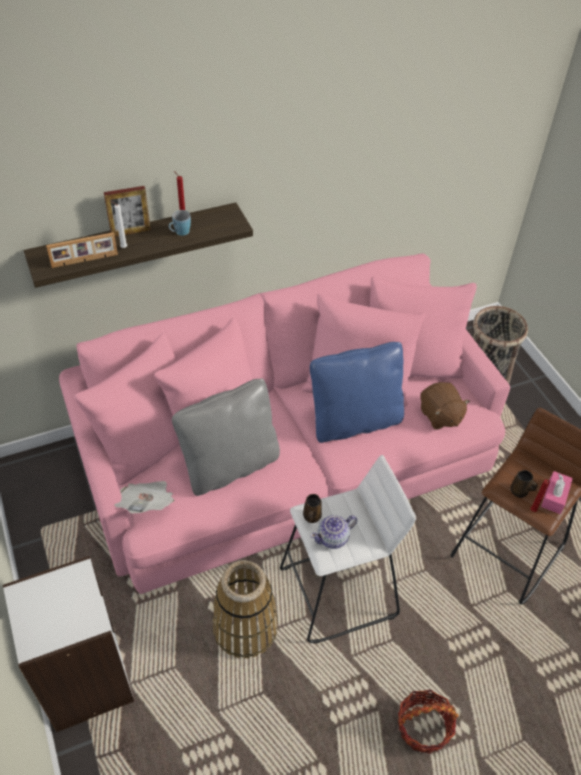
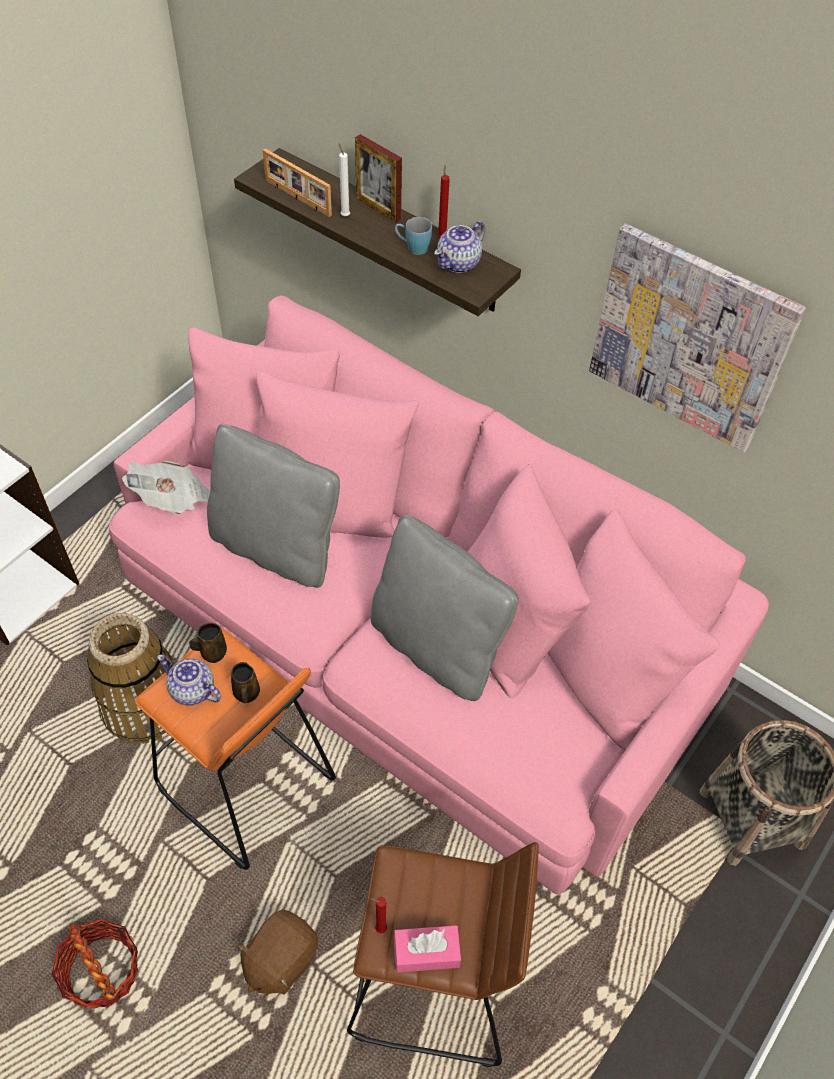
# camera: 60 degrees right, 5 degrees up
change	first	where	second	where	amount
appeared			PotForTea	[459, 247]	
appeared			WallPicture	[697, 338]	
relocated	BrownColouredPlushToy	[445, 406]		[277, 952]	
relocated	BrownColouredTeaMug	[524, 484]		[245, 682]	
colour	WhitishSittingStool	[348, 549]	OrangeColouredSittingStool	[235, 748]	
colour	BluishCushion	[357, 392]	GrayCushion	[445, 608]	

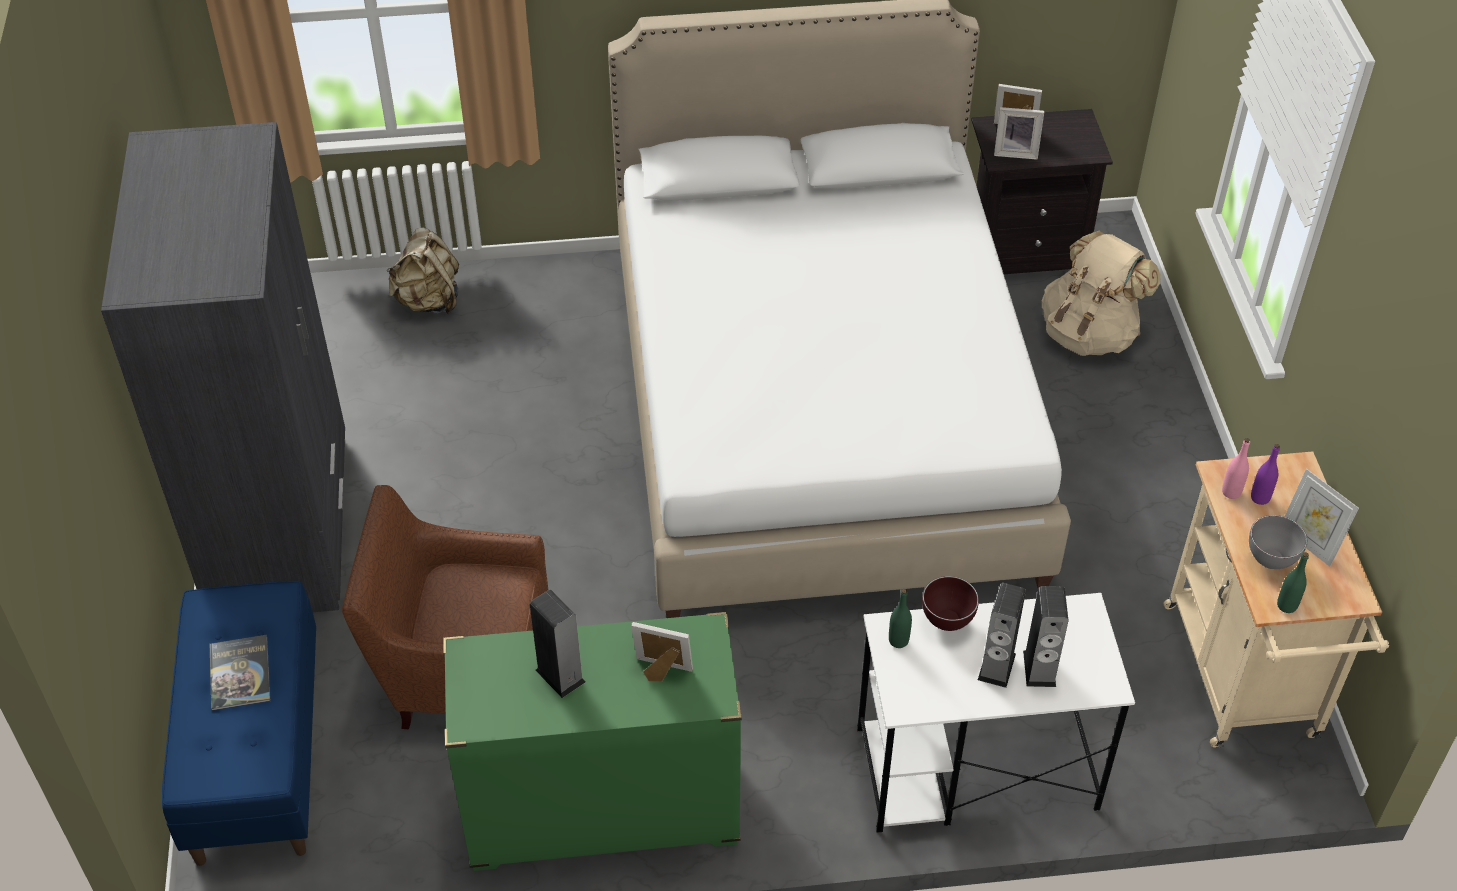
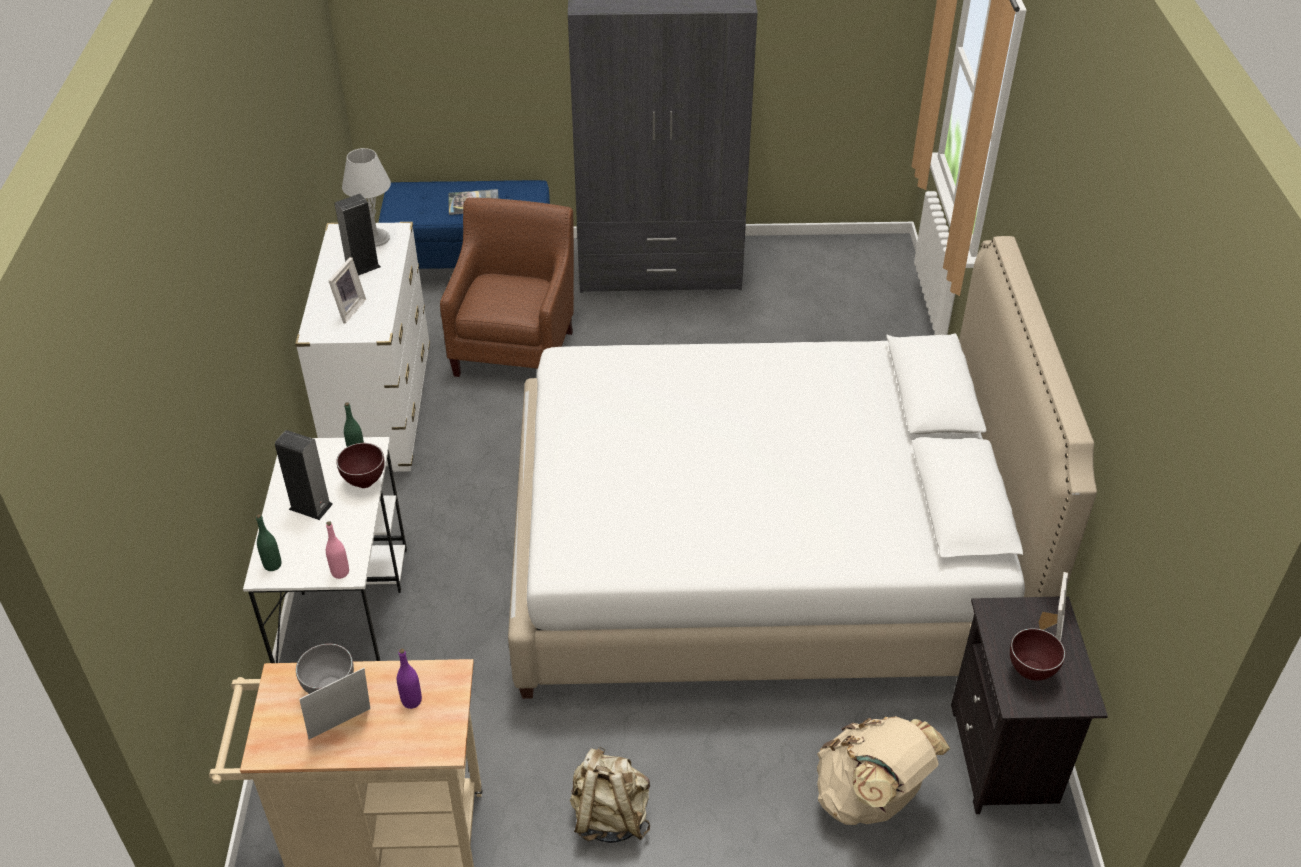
# camera: 95 degrees right, 5 degrees down
change	first	where	second	where	amount
missing	PictureFrame	[1019, 133]			
missing	Speaker	[1046, 636]			
appeared			GrayLampForATable	[366, 197]	
appeared			BrownColouredDeepDish	[1037, 654]	
relocated	SandColouredKnapsack	[423, 270]		[610, 794]	
relocated	PinkColouredDrinkBottle	[1236, 468]		[337, 550]	
relocated	GreenDrinkBottle	[1293, 582]		[268, 542]	
colour	GreenDrawerChest	[592, 741]	WhitishDrawerChest	[362, 347]	

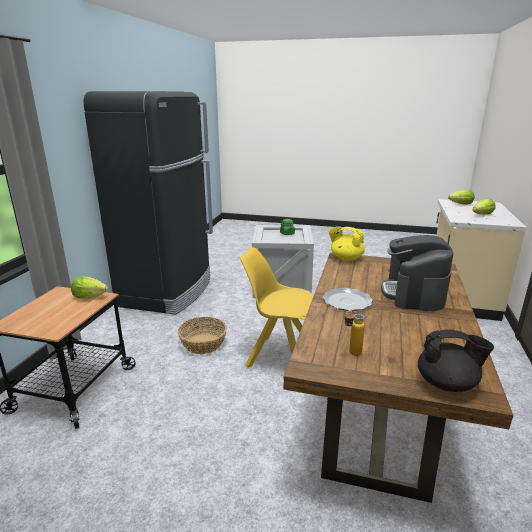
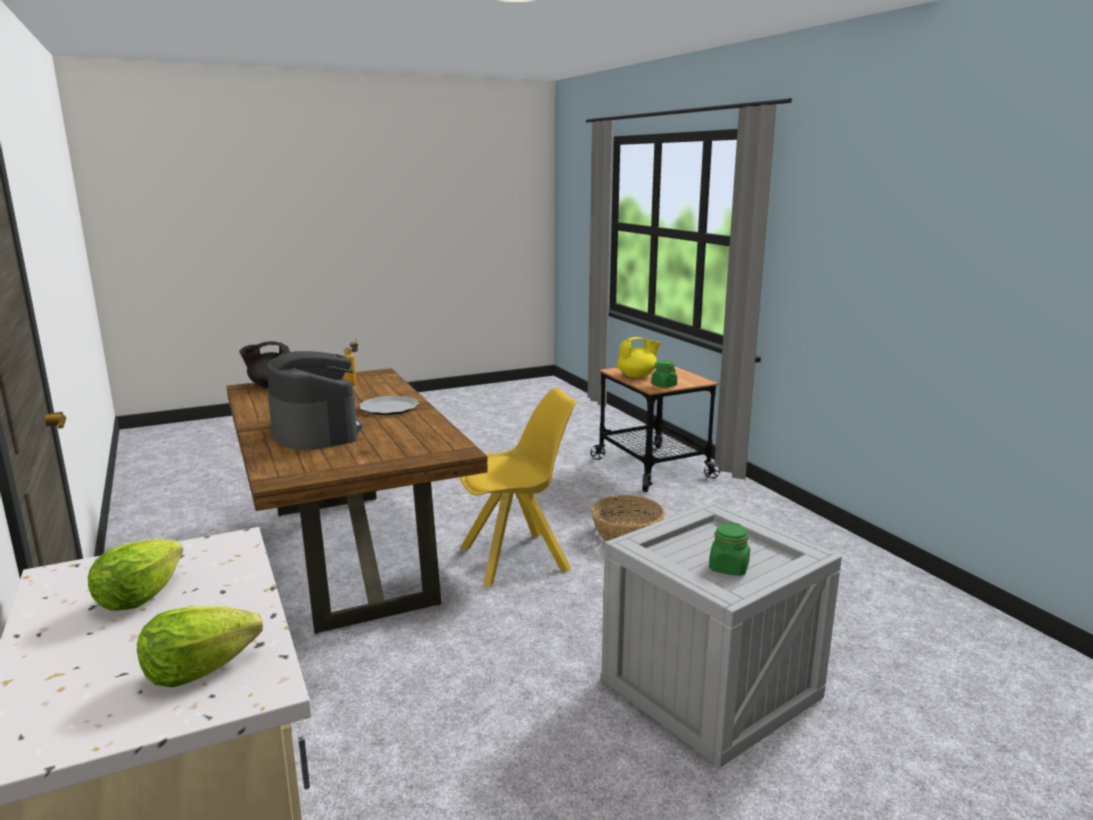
# camera: 140 degrees right, 5 degrees down
change	first	where	second	where	amount
missing	BlackishKitchenFridge	[148, 203]			
relocated	YellowColouredPotForTea	[346, 243]		[639, 357]	
exchanged	HeadOfLettuce	[89, 287]	GreenPreserveJar	[664, 374]	

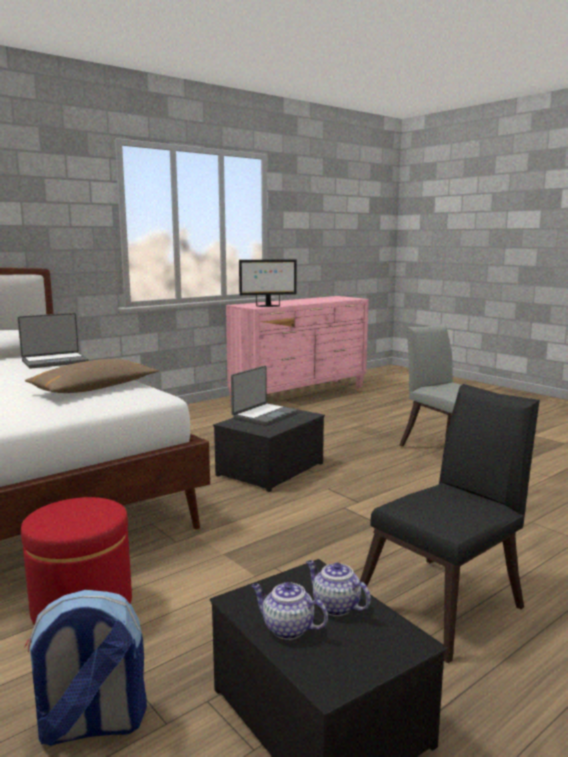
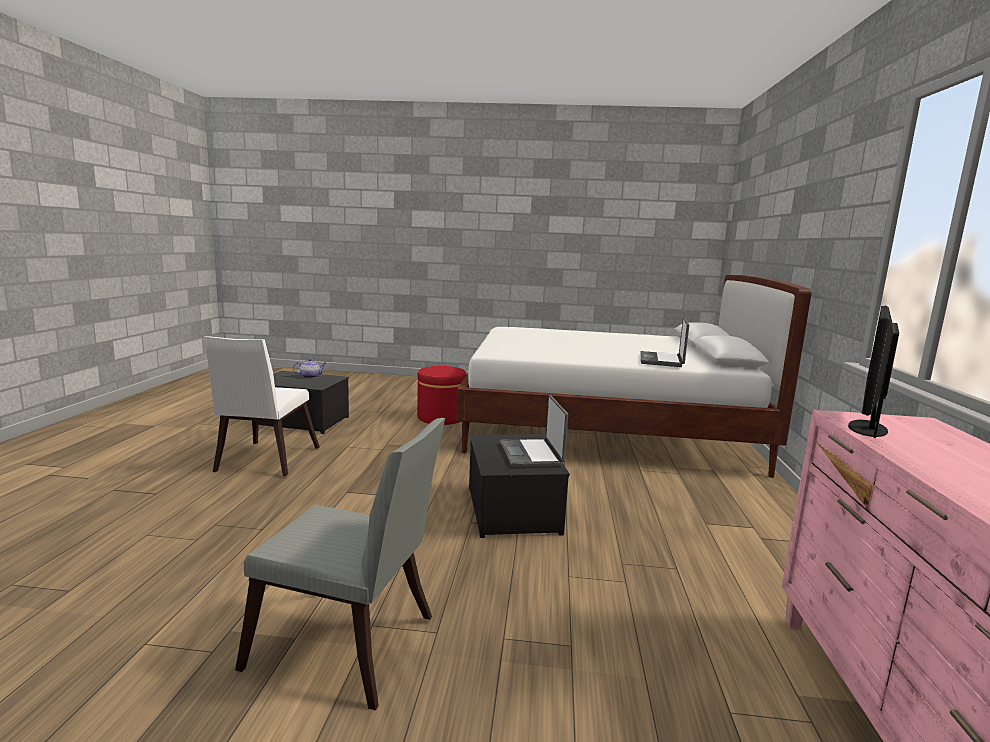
# camera: 135 degrees right, 0 degrees up
change	first	where	second	where	amount
missing	Knapsack	[85, 668]			
missing	BrownColouredCushion	[92, 376]			
missing	PotForTea	[338, 588]			
colour	BlackishChair	[450, 523]	WhitishChair	[262, 406]	

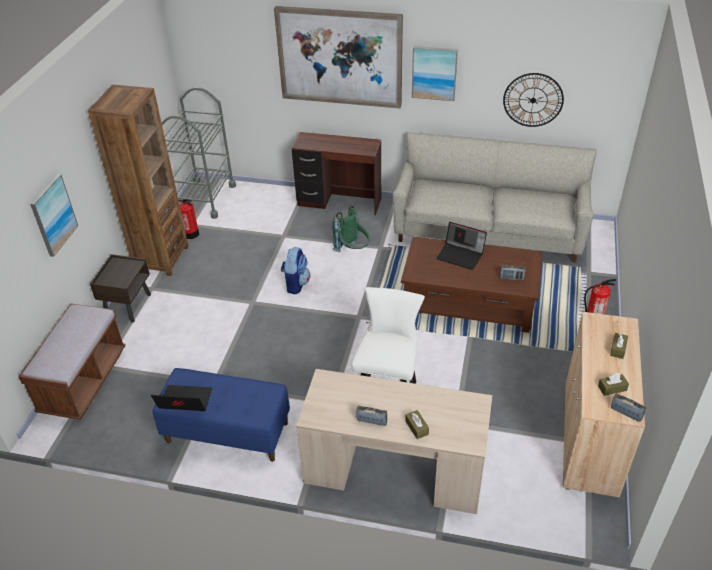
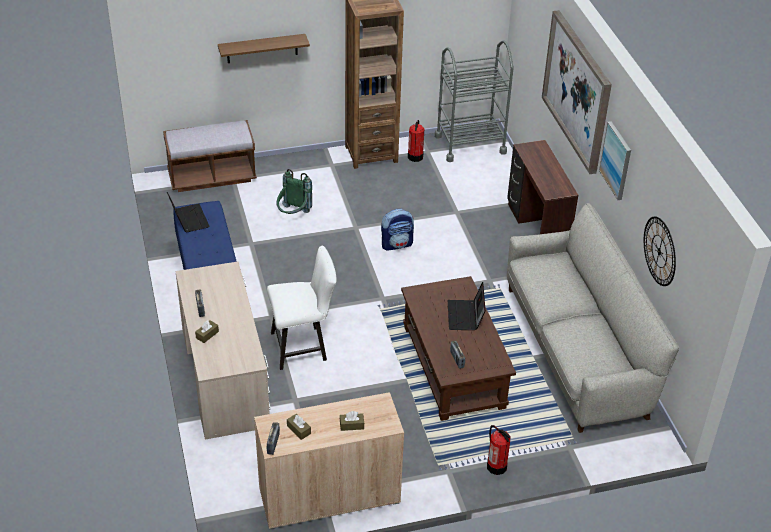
# camera: 60 degrees right, 0 degrees up
change	first	where	second	where	amount
missing	BrownColouredNightstand	[120, 288]			
relocated	GreenKnapsack	[351, 229]		[294, 191]	
exchanged	WallPicture	[54, 215]	Shelf	[264, 48]	

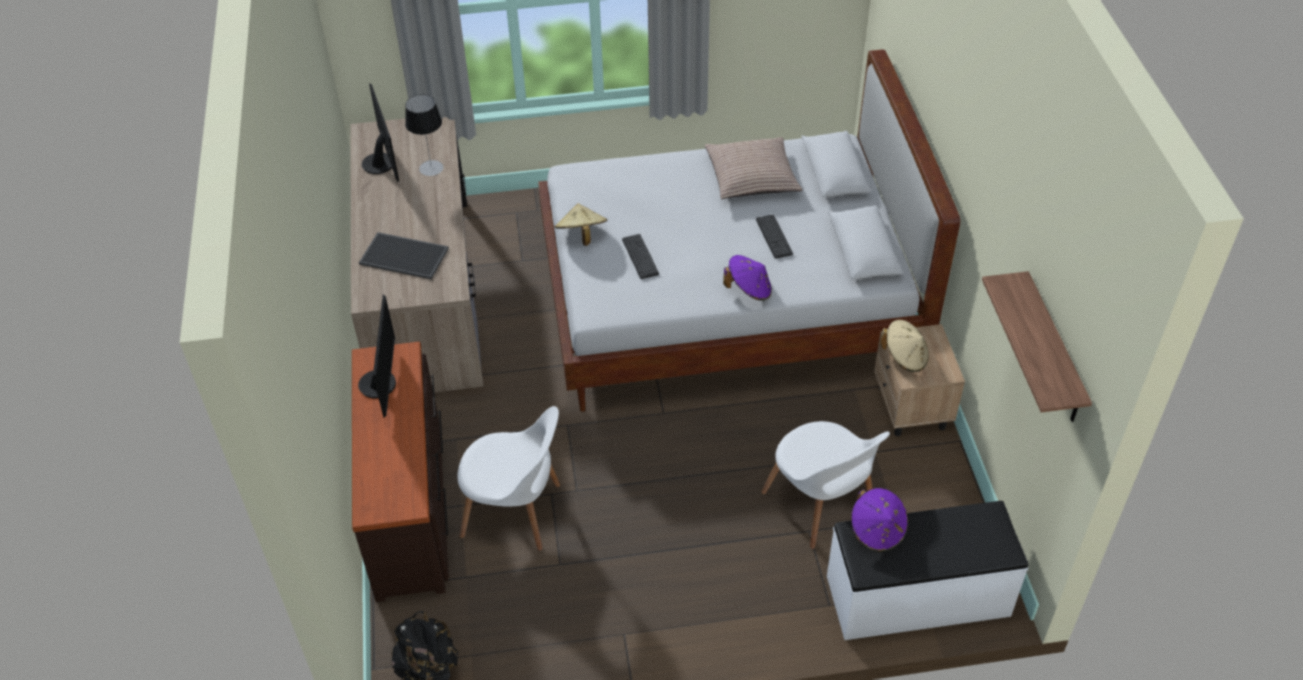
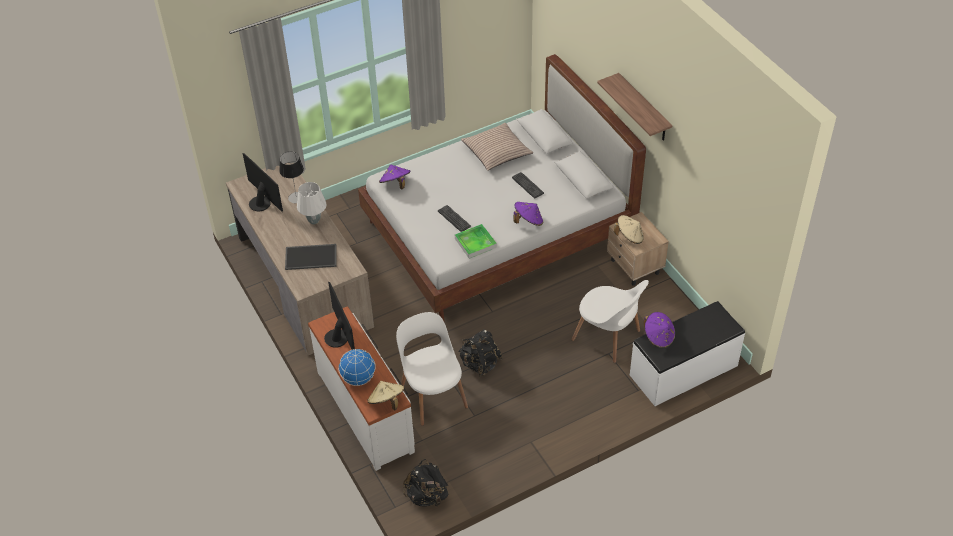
# camera: 20 degrees left, 0 degrees up
change	first	where	second	where	amount
appeared			WhitishLampForATable	[312, 203]	
appeared			WorldGlobe	[357, 367]	
appeared			PurpleWearableHat	[394, 176]	
appeared			ServingTray	[476, 241]	
appeared			BlackishKnapsack	[480, 353]	
relocated	SandColouredWearableHat	[581, 224]		[385, 396]	
relocated	Shelf	[1037, 346]		[634, 107]	
colour	BrownColouredDrawerChest	[400, 472]	WhitishDrawerChest	[361, 388]	
spun	WhitishChair	[508, 478]		[432, 369]	105 degrees counterclockwise

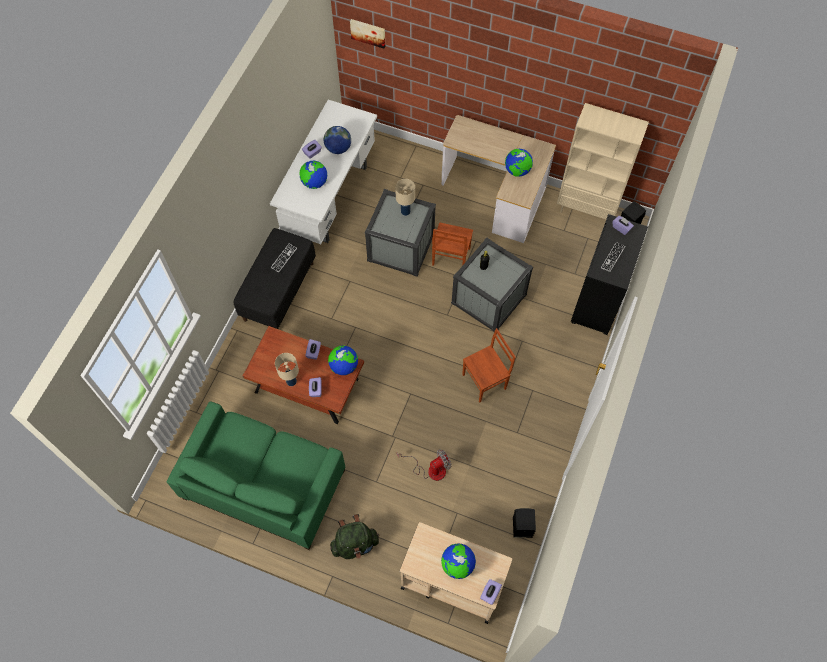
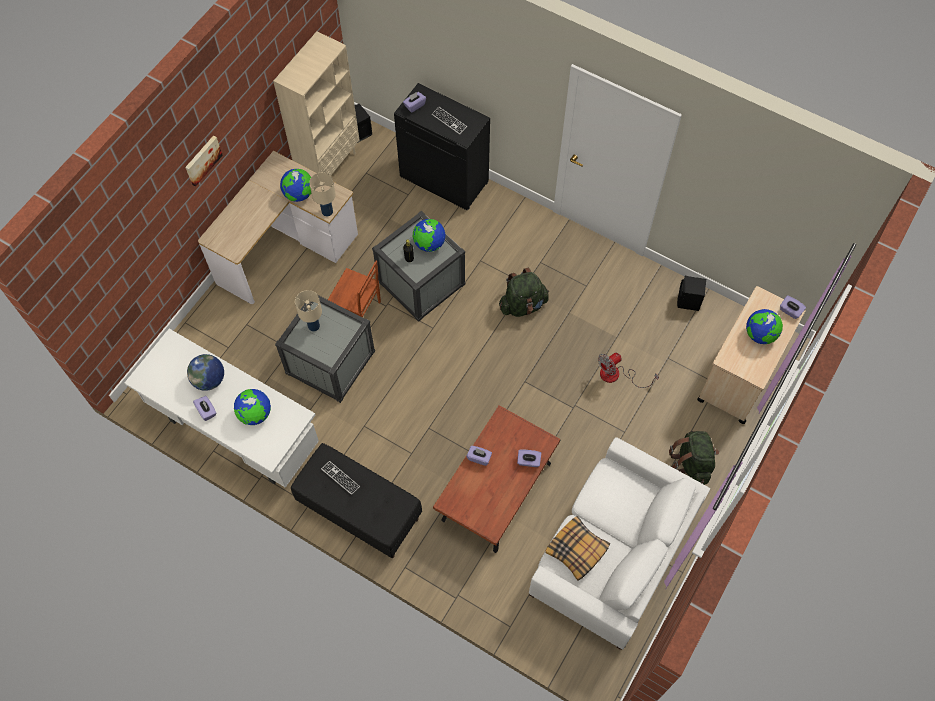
# camera: 80 degrees left, 0 degrees up
change	first	where	second	where	amount
appeared			Cushion	[577, 548]	
relocated	SandColouredLampForATable	[287, 369]		[322, 194]	
relocated	WorldGlobe	[343, 360]		[429, 235]	
relocated	WallPicture	[367, 33]		[204, 161]	
exchanged	BrownColouredChair	[489, 365]	GreenKnapsack	[524, 292]	
colour	GreenSettee	[256, 476]	WhitishSettee	[619, 543]	
spun	ElectricFan	[424, 465]		[628, 370]	105 degrees counterclockwise

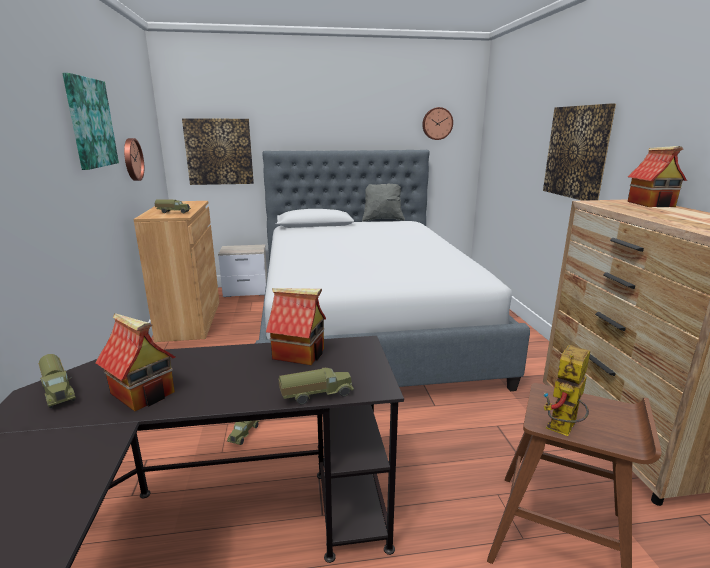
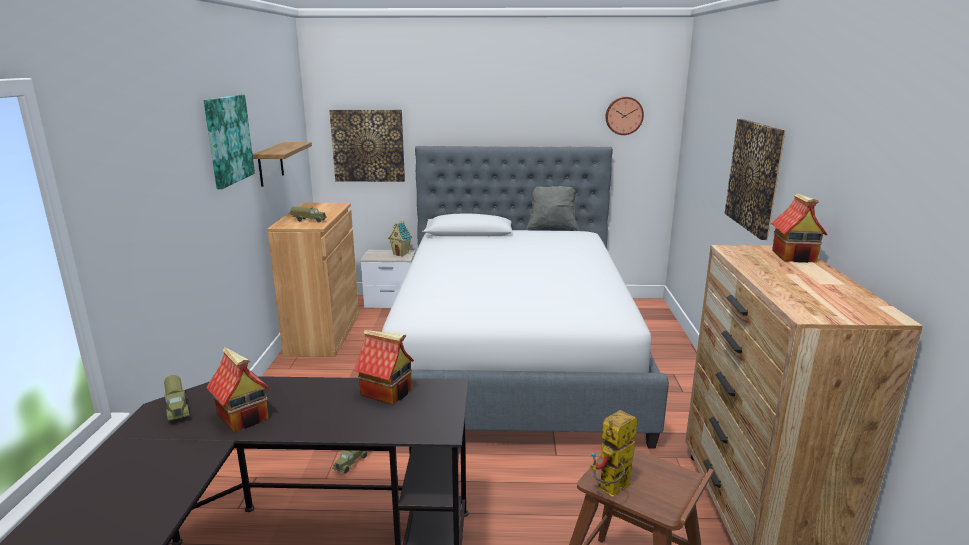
# camera: 10 degrees right, 0 degrees up
change	first	where	second	where	amount
missing	ToyLorry	[316, 386]			
appeared			ModelHouse	[400, 239]	
exchanged	WallClock	[134, 159]	Shelf	[282, 164]	

